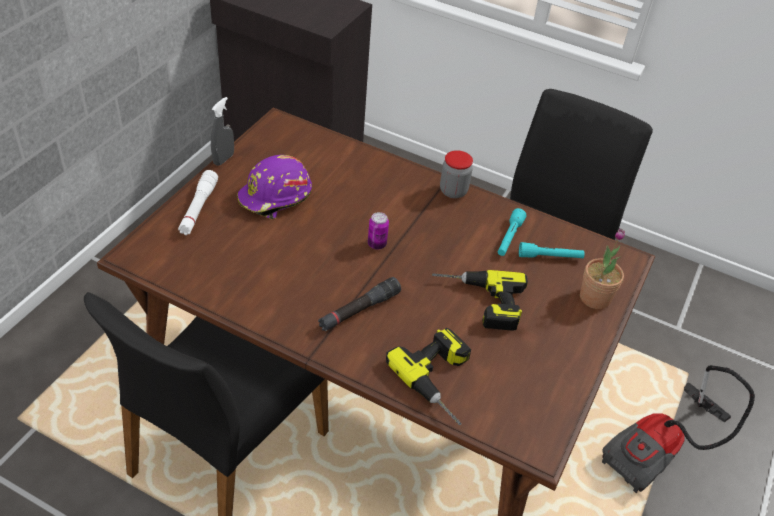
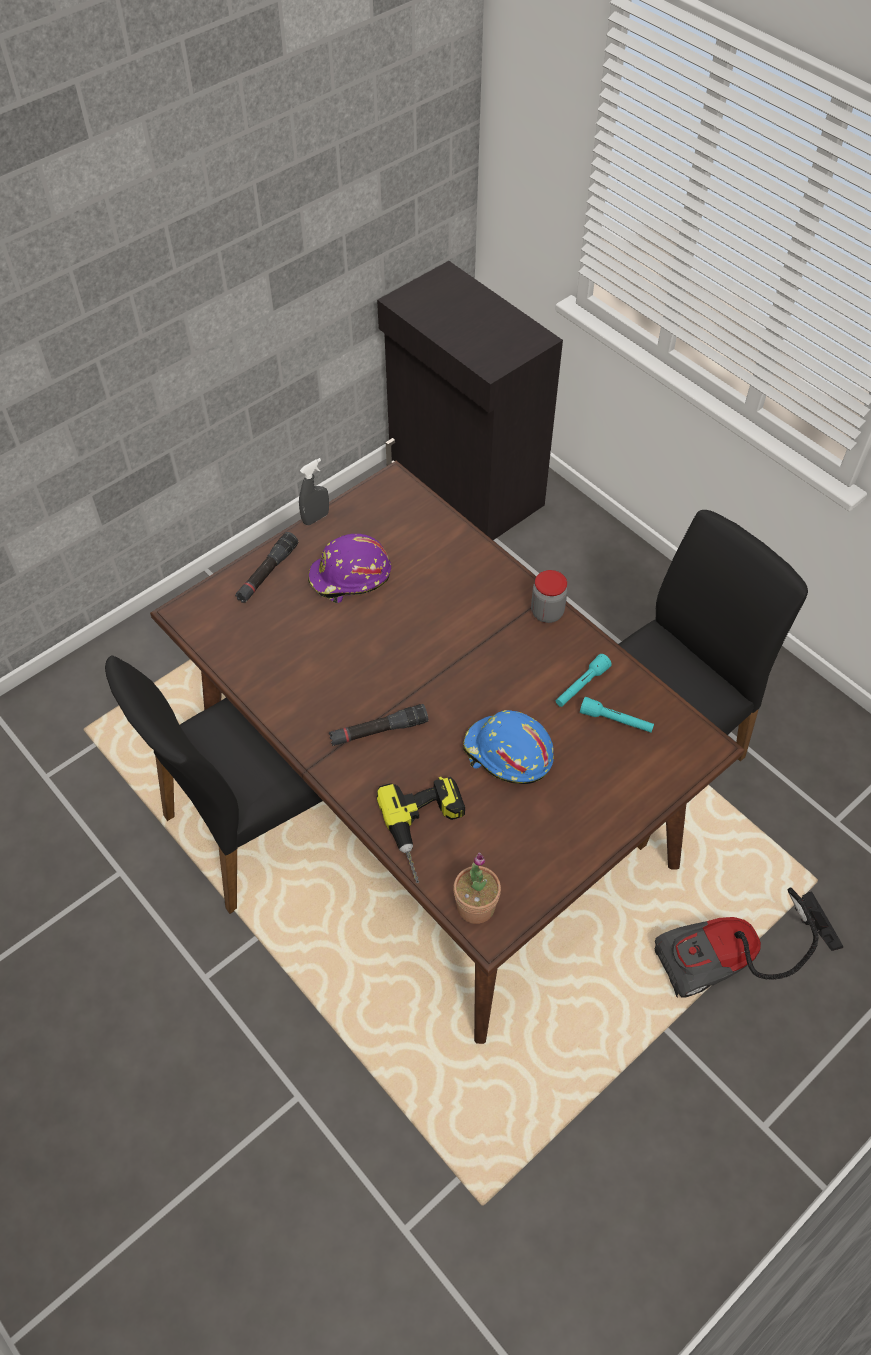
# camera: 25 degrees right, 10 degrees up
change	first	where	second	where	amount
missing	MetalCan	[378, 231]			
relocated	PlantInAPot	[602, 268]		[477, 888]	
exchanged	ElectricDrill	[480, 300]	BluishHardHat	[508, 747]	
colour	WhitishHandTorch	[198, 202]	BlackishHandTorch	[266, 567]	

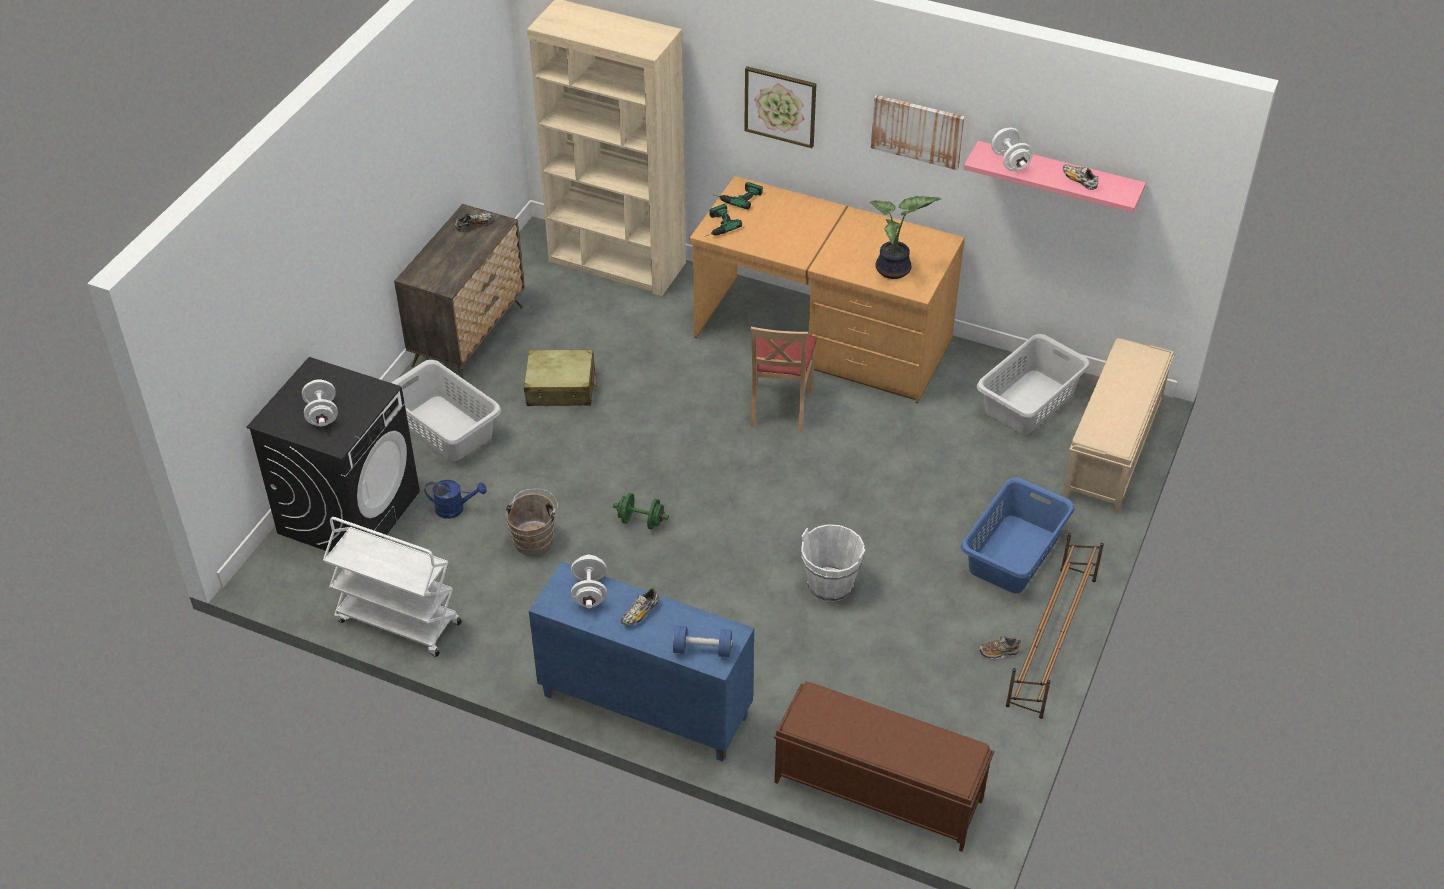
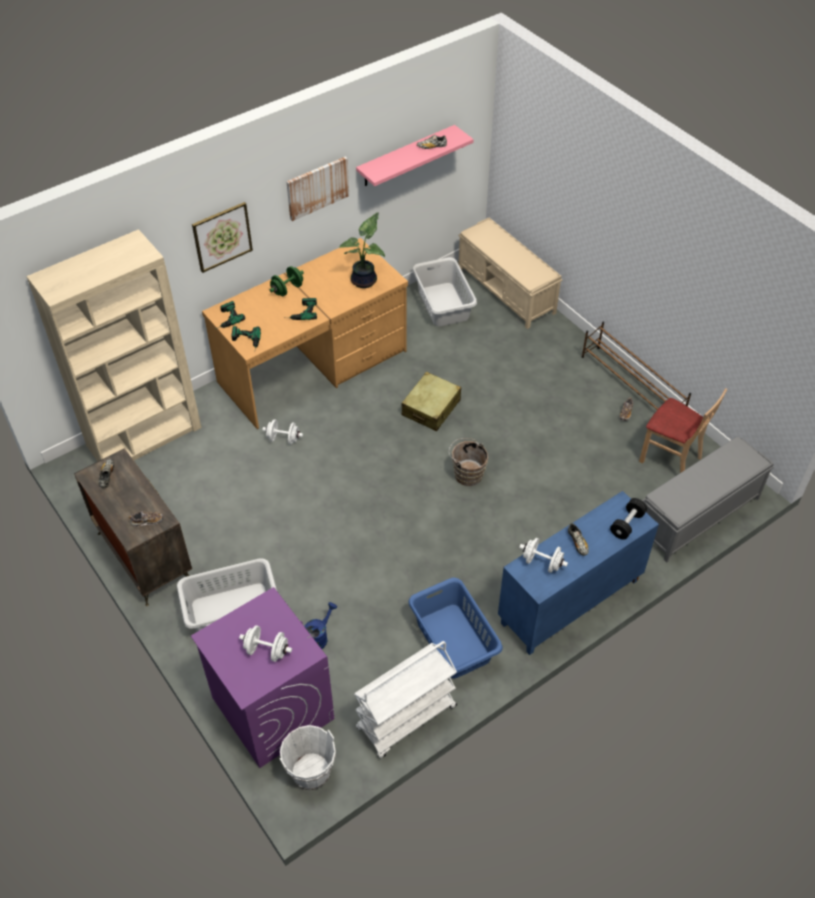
# camera: 60 degrees left, 5 degrees up
change	first	where	second	where	amount
appeared			ItemOfFootwear	[145, 519]	
appeared			ElectricDrill	[300, 309]	
relocated	BrownColouredPail	[532, 522]		[468, 462]	
relocated	SandColouredSuitcase	[560, 377]		[431, 401]	
relocated	GreenHandWeight	[641, 511]		[286, 281]	
relocated	SandColouredChair	[784, 379]		[683, 430]	
relocated	WhitishPail	[833, 563]		[308, 757]	
relocated	BluishLaundryBasket	[1017, 535]		[455, 628]	
relocated	WhitishHandWeight	[1012, 149]		[283, 432]	
colour	BlackishWashingMachine	[333, 454]	PurpleWashingMachine	[262, 677]	
colour	BluishHandWeight	[703, 641]	BlackishHandWeight	[628, 519]	
colour	BrownColouredLongSeat	[884, 767]	GrayLongSeat	[708, 500]	

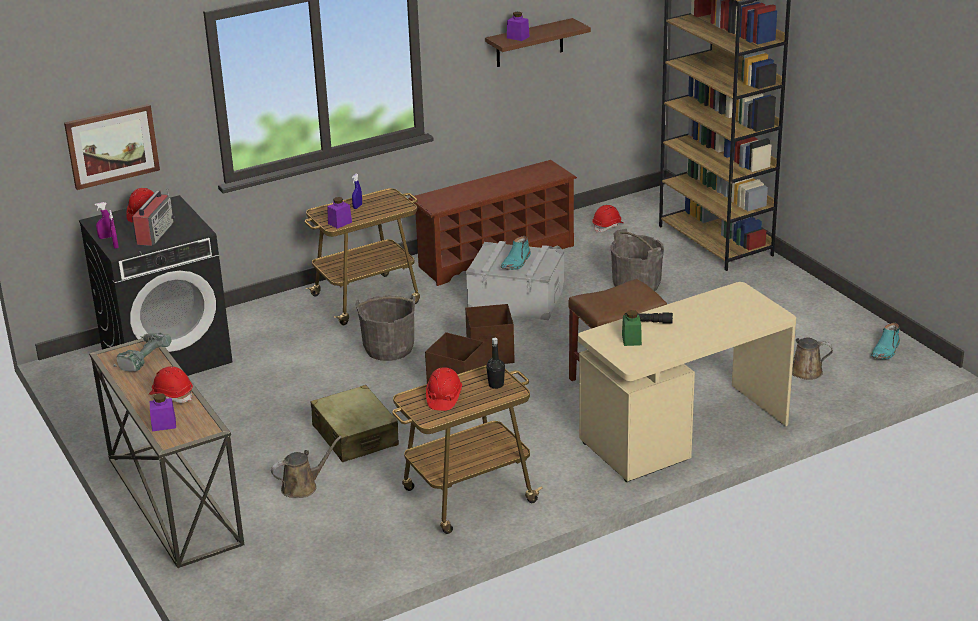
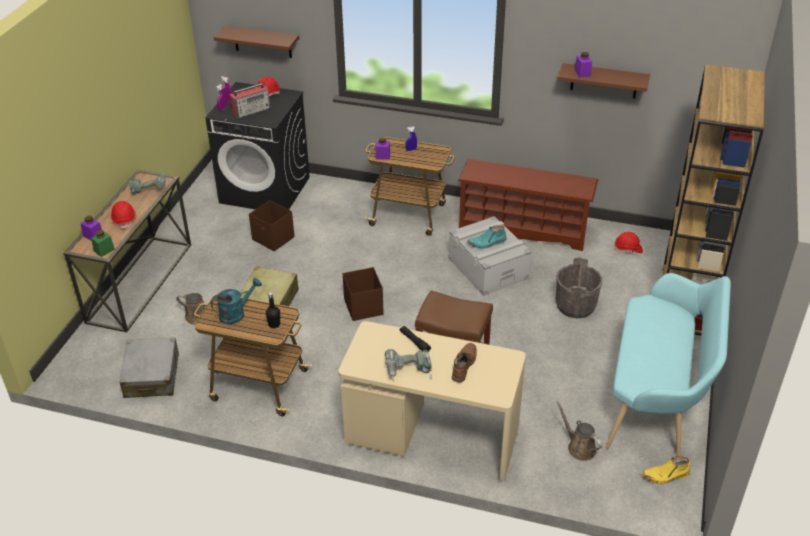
# camera: 45 degrees right, 10 degrees up
change	first	where	second	where	amount
missing	GrayPail	[385, 328]			
appeared			GraySuitcase	[149, 368]	
appeared			ElectricDrill	[408, 365]	
appeared			BrownColouredBoot	[464, 363]	
appeared			TurquoiseColouredLongSeat	[668, 364]	
relocated	BrownColouredStorageBox	[490, 334]		[272, 225]	
relocated	GreenPreserveJar	[632, 328]		[103, 243]	
exchanged	WallPicture	[112, 147]	BrownColouredShelf	[256, 42]	
exchanged	RedColouredHardHat	[444, 389]	TurquoiseColouredSprinklingCan	[236, 301]	
colour	TurquoiseColouredBoot	[885, 341]	YellowColouredBoot	[666, 470]	

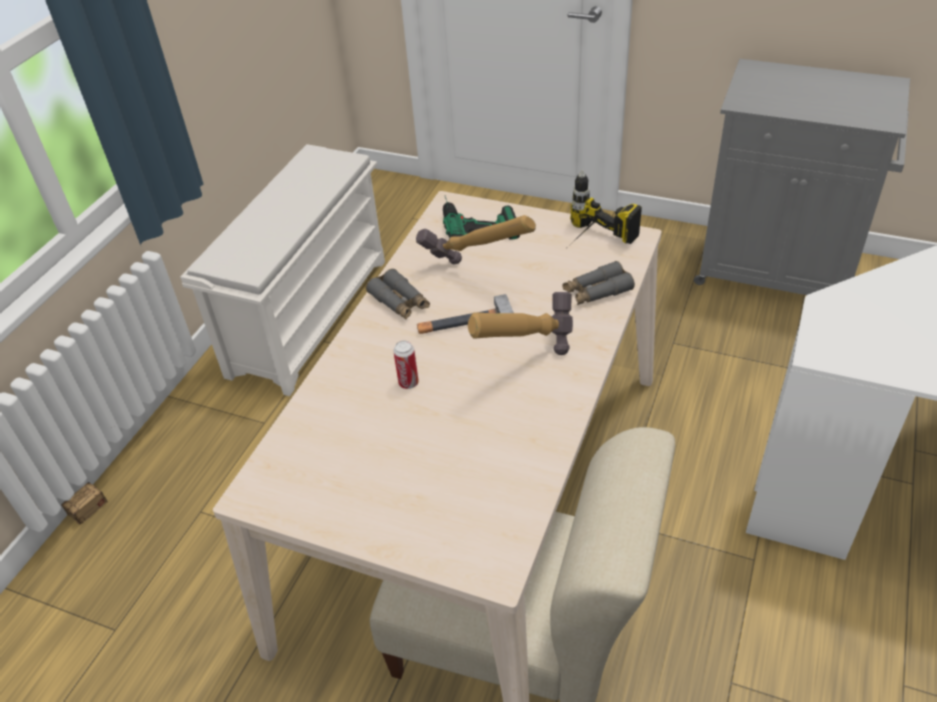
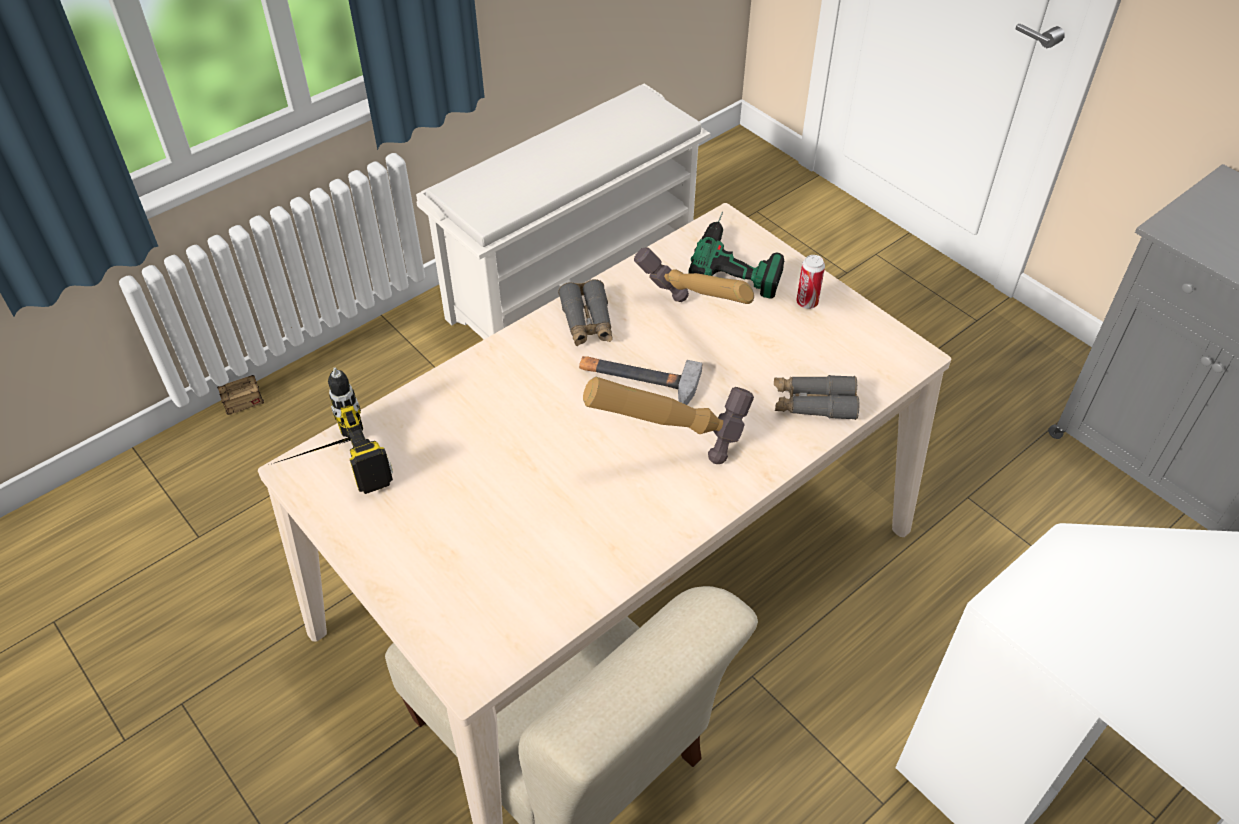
# camera: 25 degrees right, 5 degrees up
change	first	where	second	where	amount
relocated	MetalCan	[406, 365]		[810, 282]	
relocated	ElectricDrill	[606, 207]		[333, 430]	

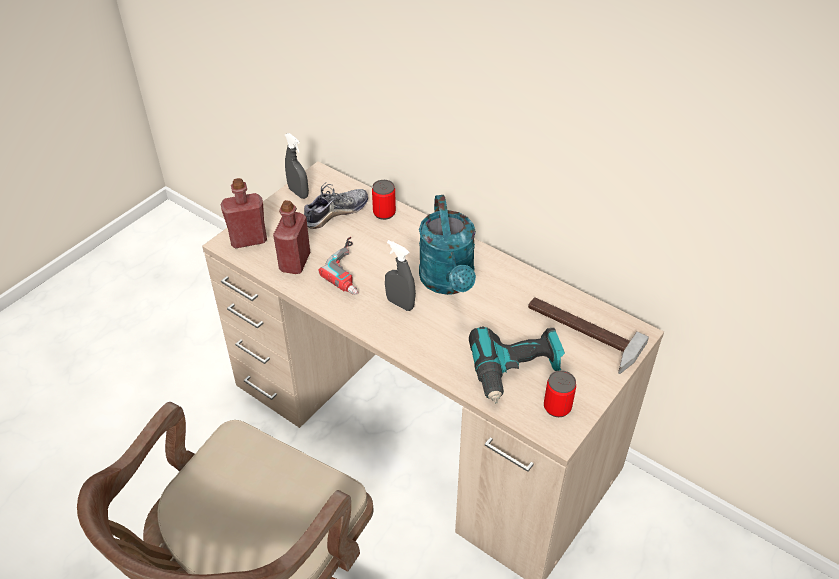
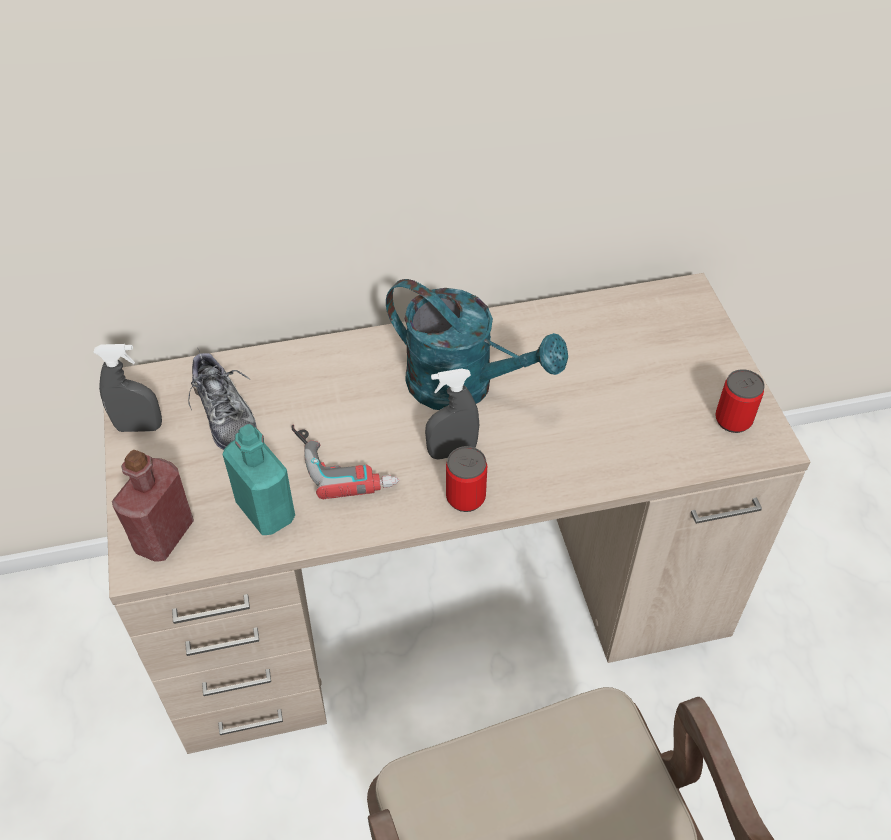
# camera: 50 degrees left, 5 degrees up
change	first	where	second	where	amount
missing	ElectricDrill	[517, 365]			
missing	ToolHammer	[588, 335]			
relocated	MetalCan	[384, 200]		[466, 479]	
colour	RedColouredDrinkBottle	[291, 237]	TurquoiseColouredDrinkBottle	[258, 479]	
spun	ItemOfFootwear	[336, 205]		[222, 399]	150 degrees clockwise

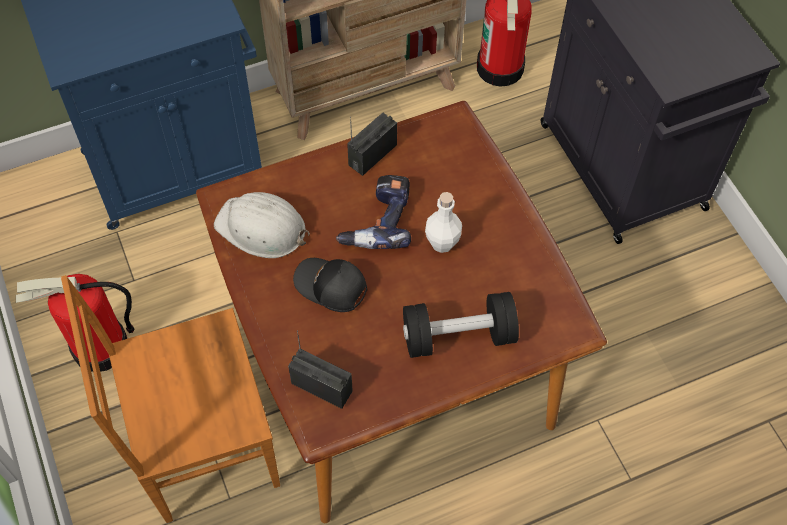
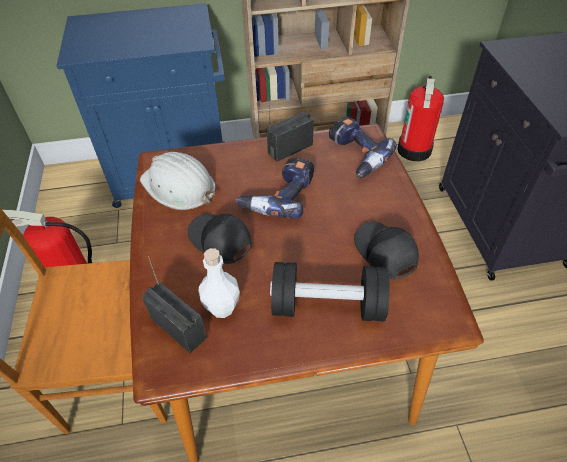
# camera: 15 degrees right, 10 degrees down
change	first	where	second	where	amount
appeared			ElectricDrill	[363, 147]	
appeared			BlackishPeakedCap	[386, 250]	
relocated	WhitishDrinkBottle	[443, 222]		[219, 283]	

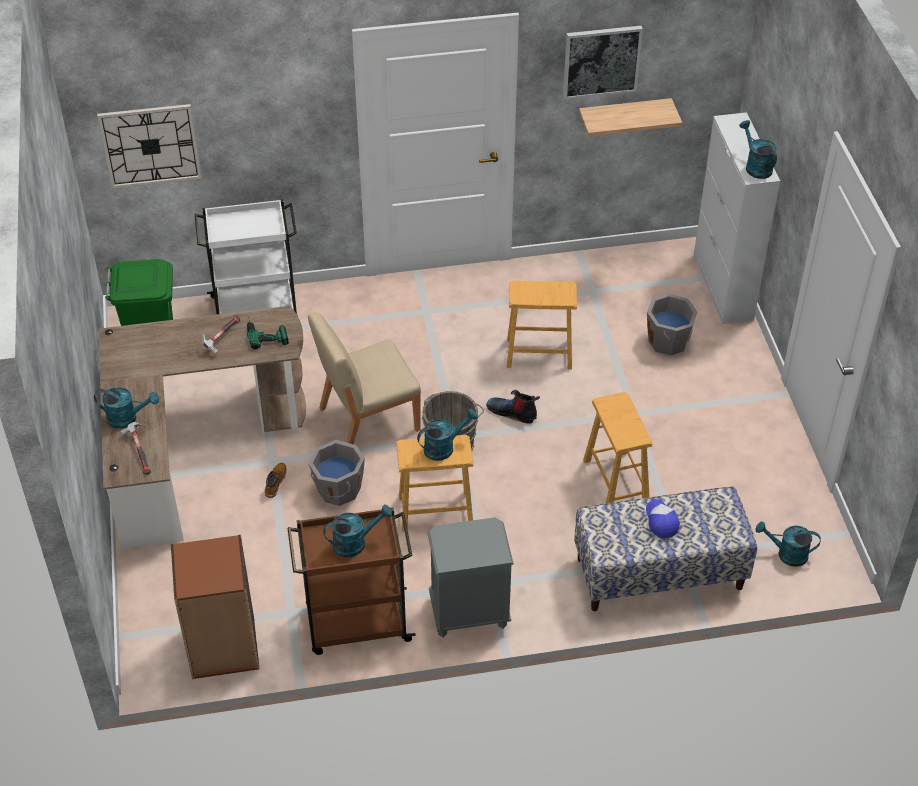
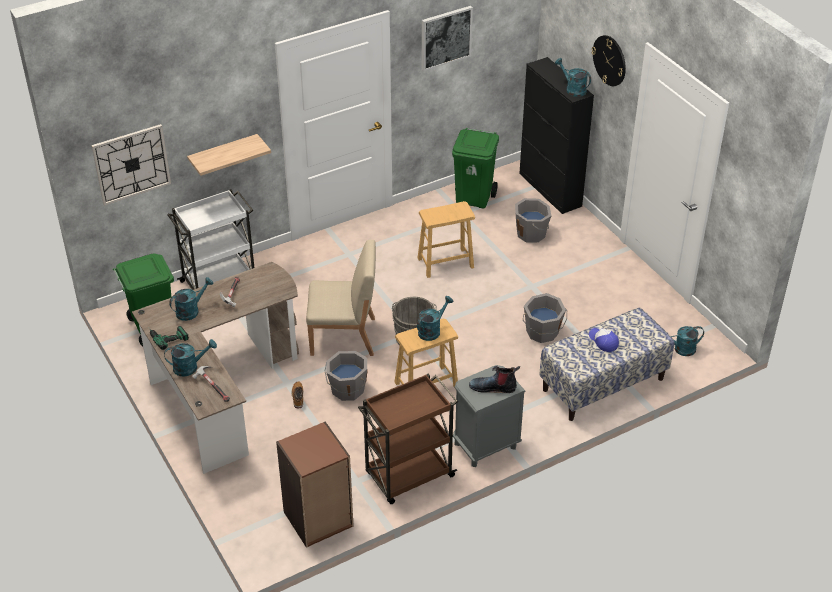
# camera: 20 degrees left, 5 degrees down
change	first	where	second	where	amount
appeared			GreenRubbishBin	[475, 168]	
appeared			WallClock	[608, 60]	
relocated	ElectricDrill	[268, 333]		[168, 338]	
relocated	TurquoiseColouredSprinklingCan	[357, 531]		[191, 299]	
relocated	Boot	[513, 407]		[494, 379]	
relocated	Shelf	[630, 117]		[229, 155]	
exchanged	BrownColouredSittingStool	[617, 447]	GrayPail	[545, 318]	
colour	WhitishStorageCabinet	[737, 218]	BlackishStorageCabinet	[556, 135]	
spun	SandColouredChair	[364, 378]		[341, 298]	135 degrees counterclockwise

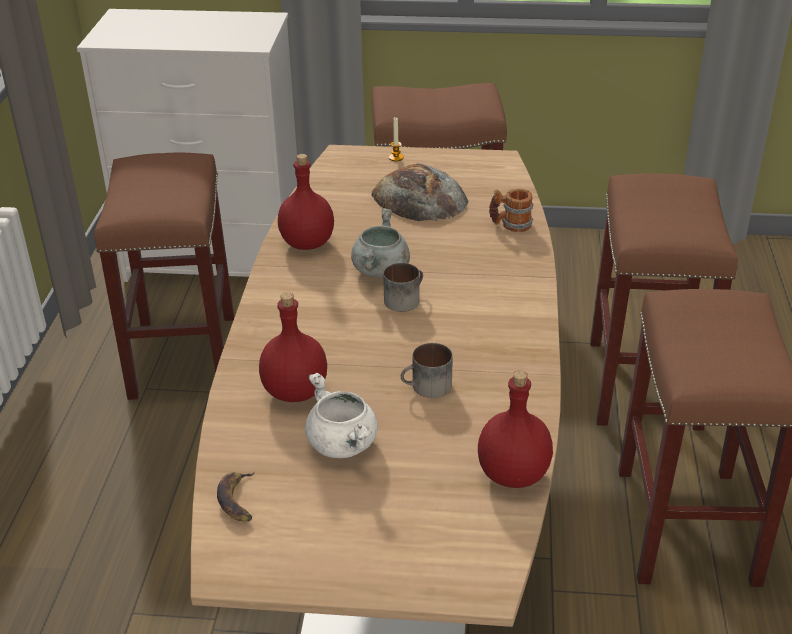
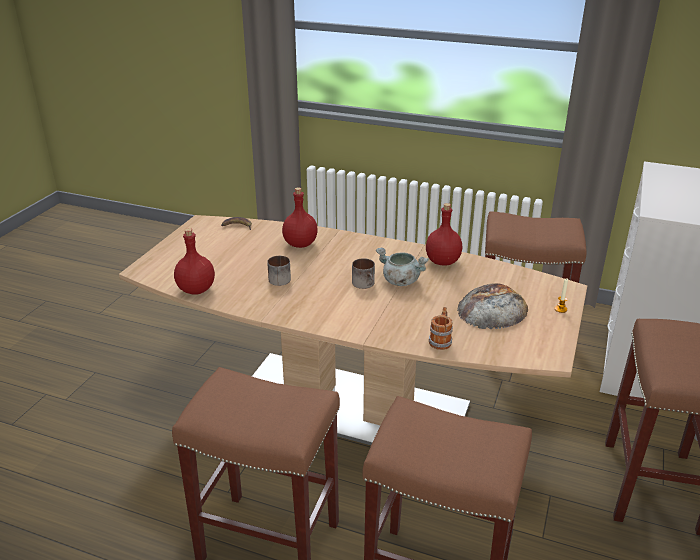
# camera: 105 degrees right, 5 degrees down
change	first	where	second	where	amount
missing	WhitishCookingPot	[341, 415]			

